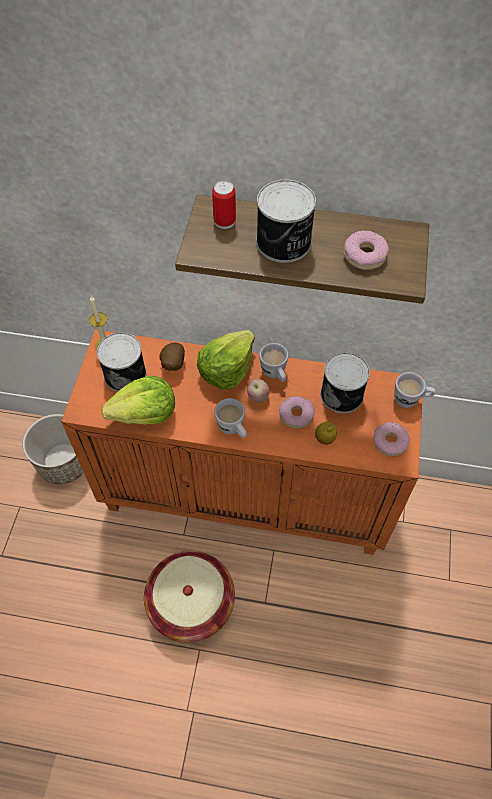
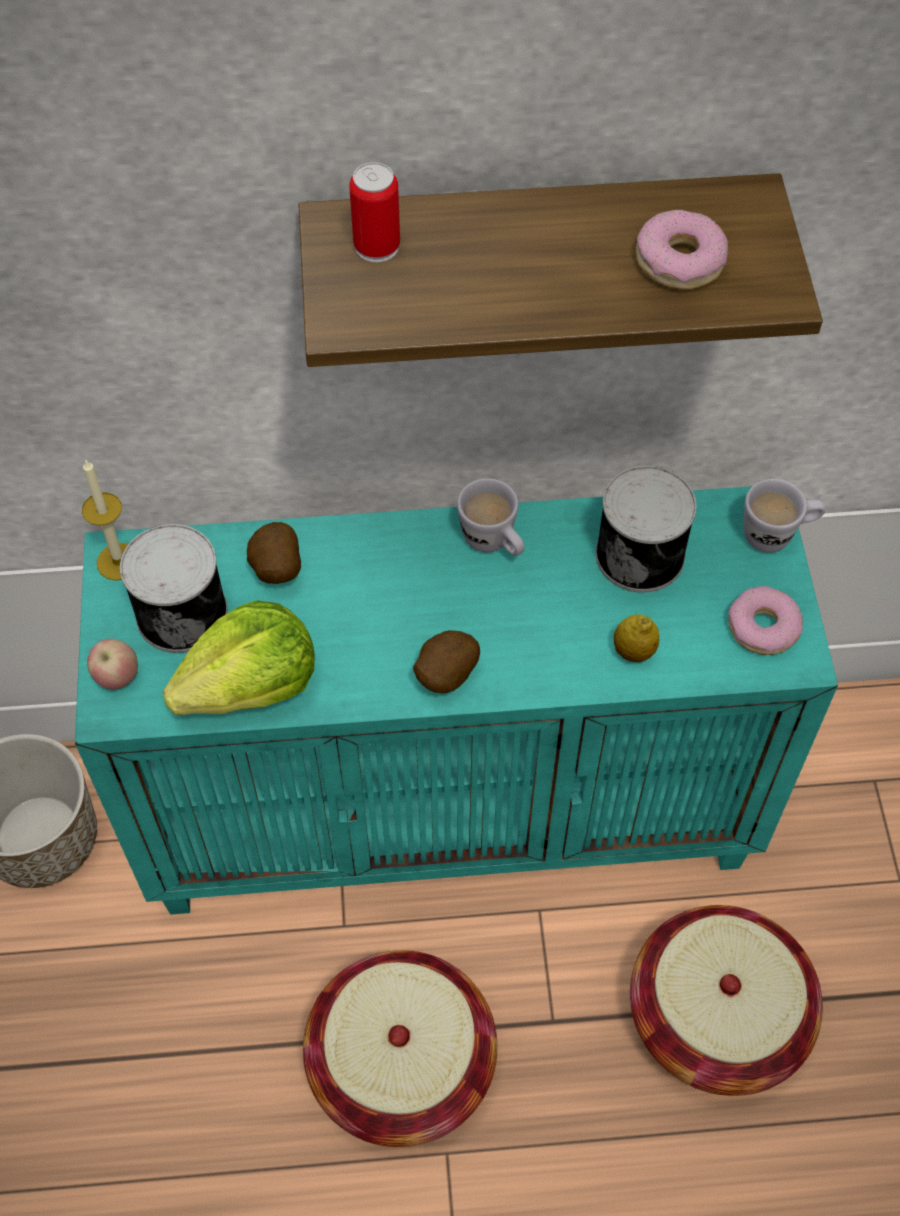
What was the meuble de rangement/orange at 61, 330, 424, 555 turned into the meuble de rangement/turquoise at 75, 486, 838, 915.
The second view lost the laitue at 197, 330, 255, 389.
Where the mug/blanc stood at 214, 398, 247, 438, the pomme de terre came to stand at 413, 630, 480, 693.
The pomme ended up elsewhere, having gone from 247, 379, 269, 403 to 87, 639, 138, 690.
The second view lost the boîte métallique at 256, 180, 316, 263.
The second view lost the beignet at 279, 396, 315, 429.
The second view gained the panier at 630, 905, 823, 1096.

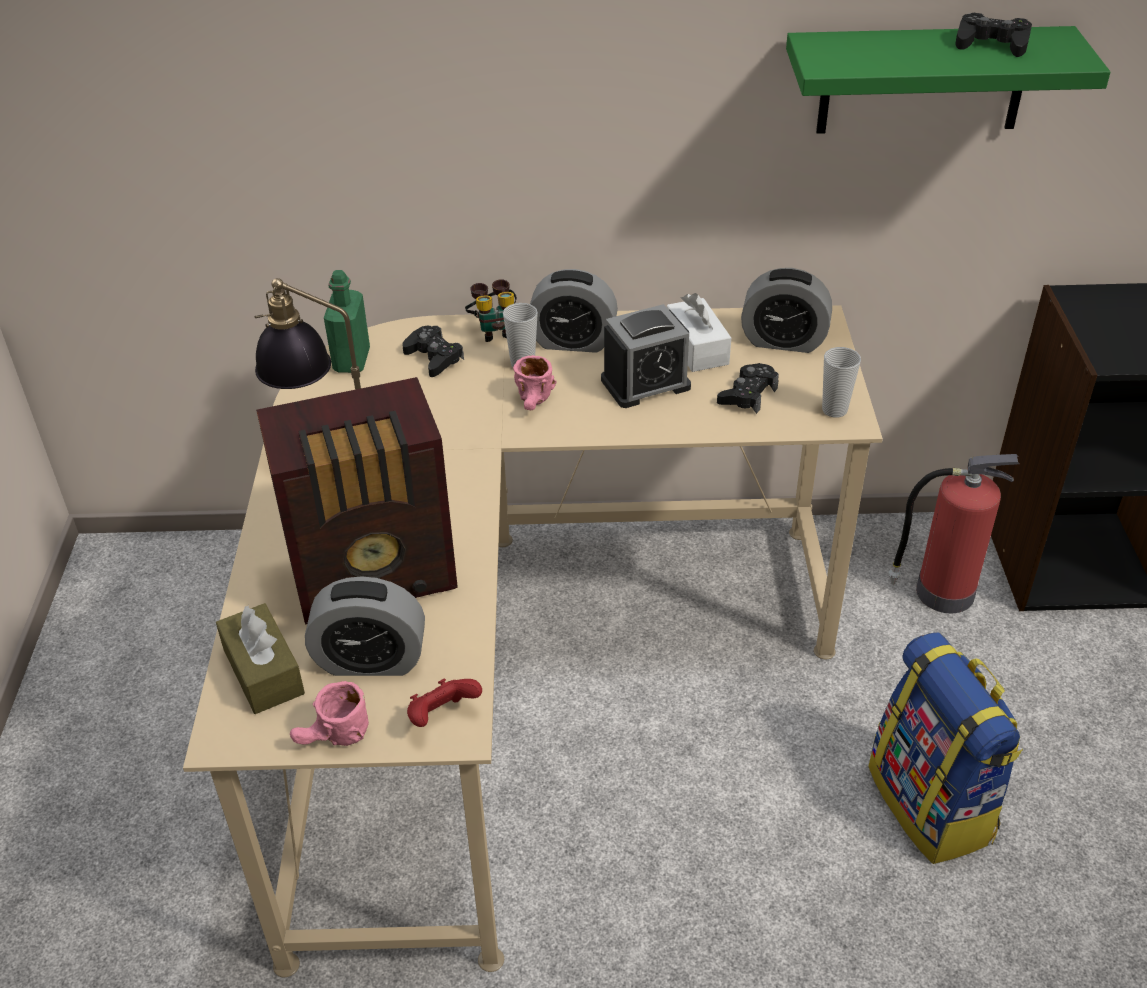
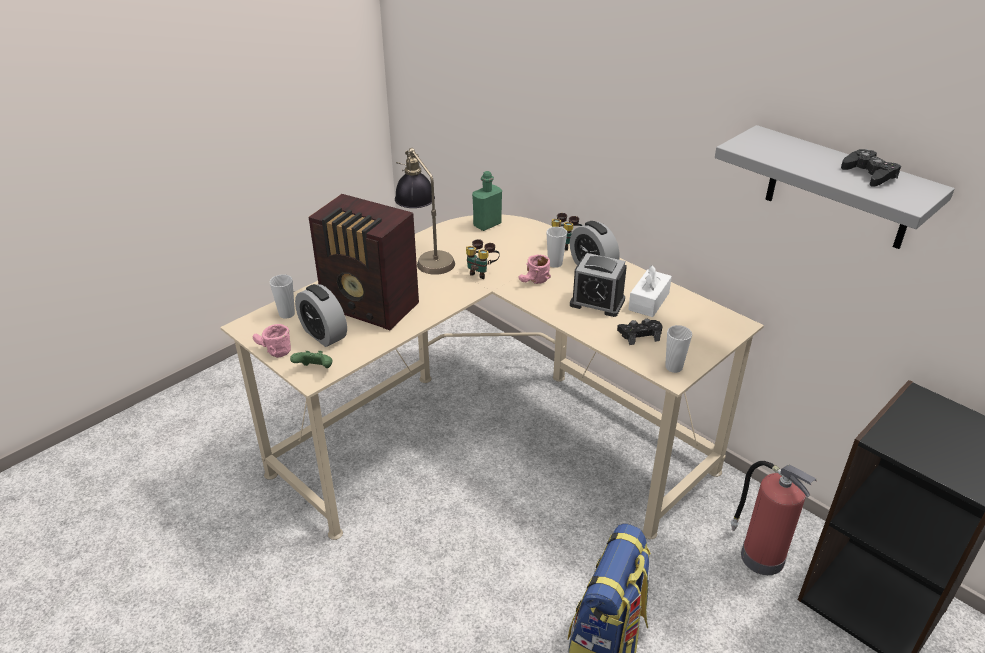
Where the boîte à mouchoirs/marron stood at 216, 603, 305, 714, the tasse came to stand at 269, 274, 295, 319.
The second view lost the manette/noir at 402, 326, 464, 377.
What was the manette/rouge at 407, 679, 482, 727 turned into the manette/vert at 290, 351, 333, 368.
The second view lost the réveil at 741, 268, 832, 353.
What was the étagère/vert at 786, 26, 1110, 134 turned into the étagère/gris at 715, 125, 955, 249.
The second view gained the jumelles at 466, 239, 500, 279.

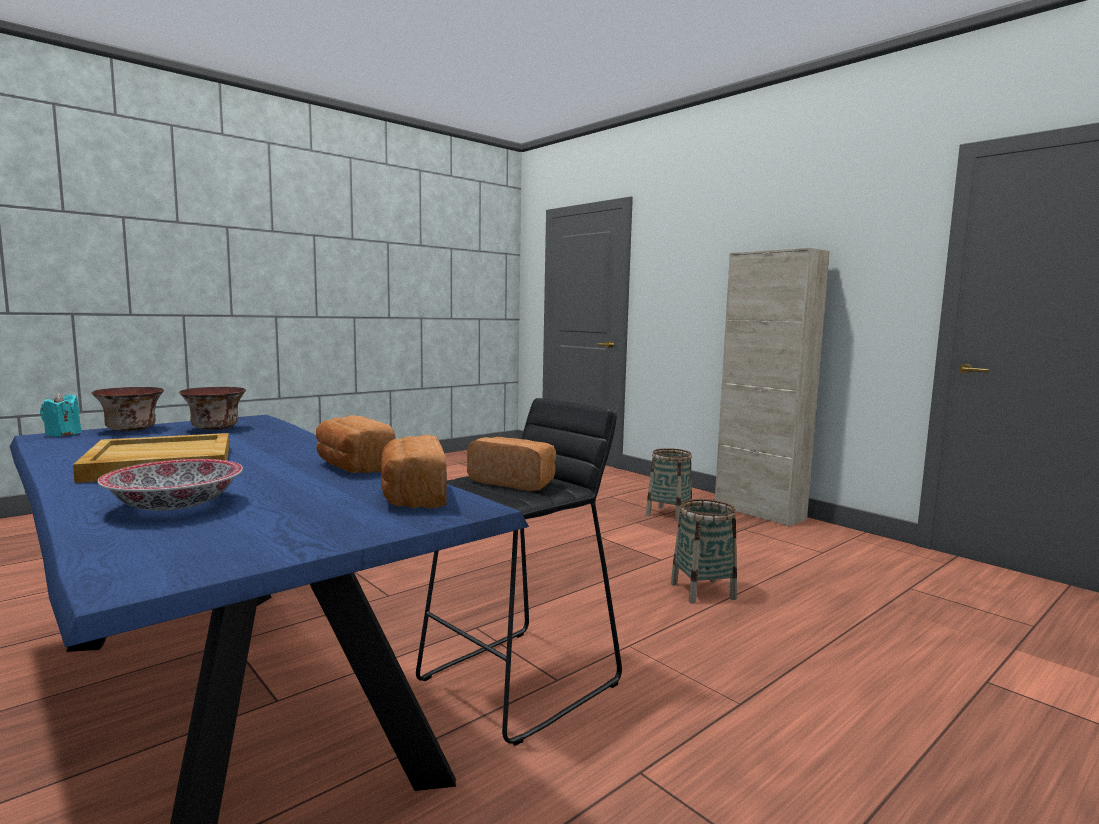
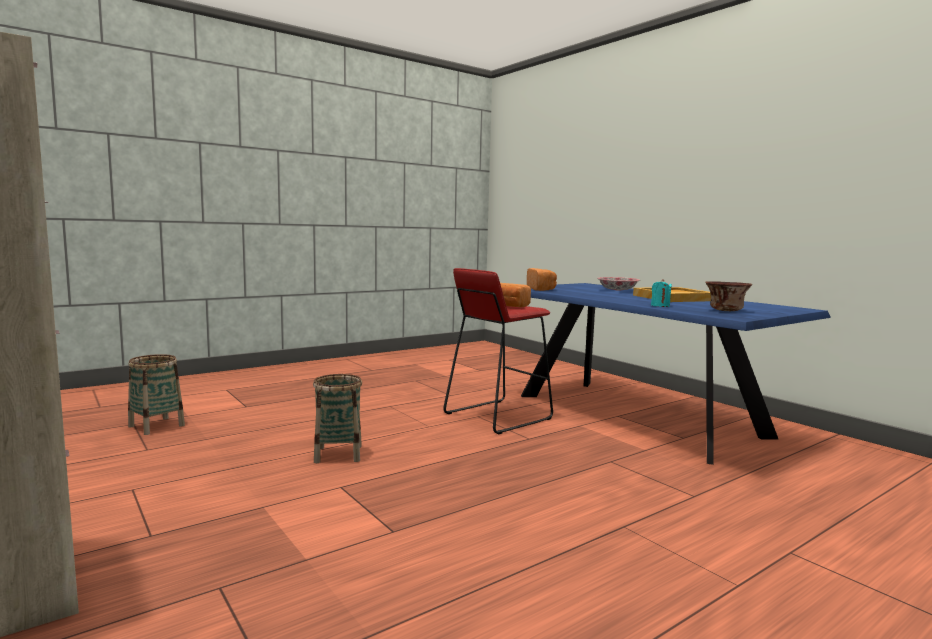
The bougie/turquoise ended up elsewhere, having gone from 40, 393, 82, 437 to 651, 279, 672, 307.
The second view lost the bol at 91, 387, 164, 431.
The second view lost the pain at 316, 415, 395, 474.
What was the tabouret/noir at 416, 398, 622, 746 turned into the tabouret/rouge at 443, 268, 553, 435.
The panier ended up elsewhere, having gone from 646, 448, 692, 522 to 128, 354, 185, 435.

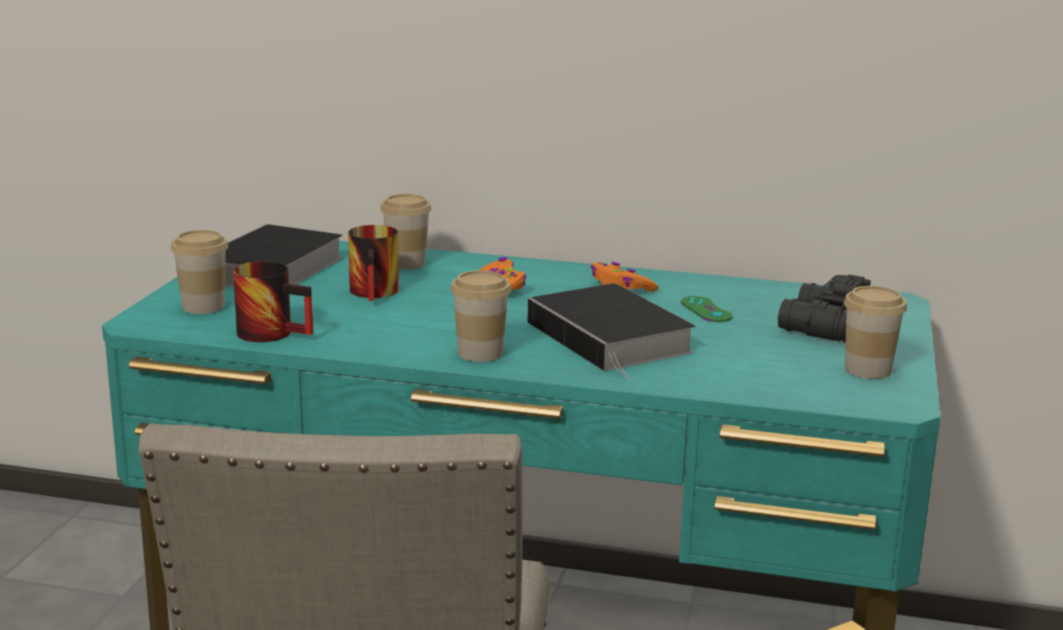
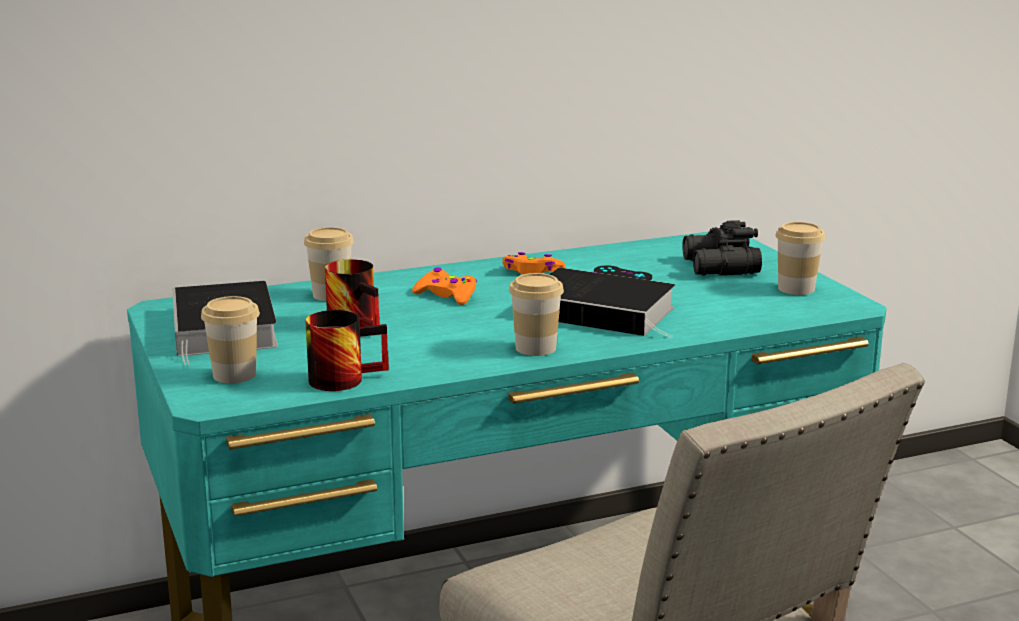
What was the manette/vert at 681, 296, 732, 322 turned into the manette/noir at 594, 266, 652, 280.

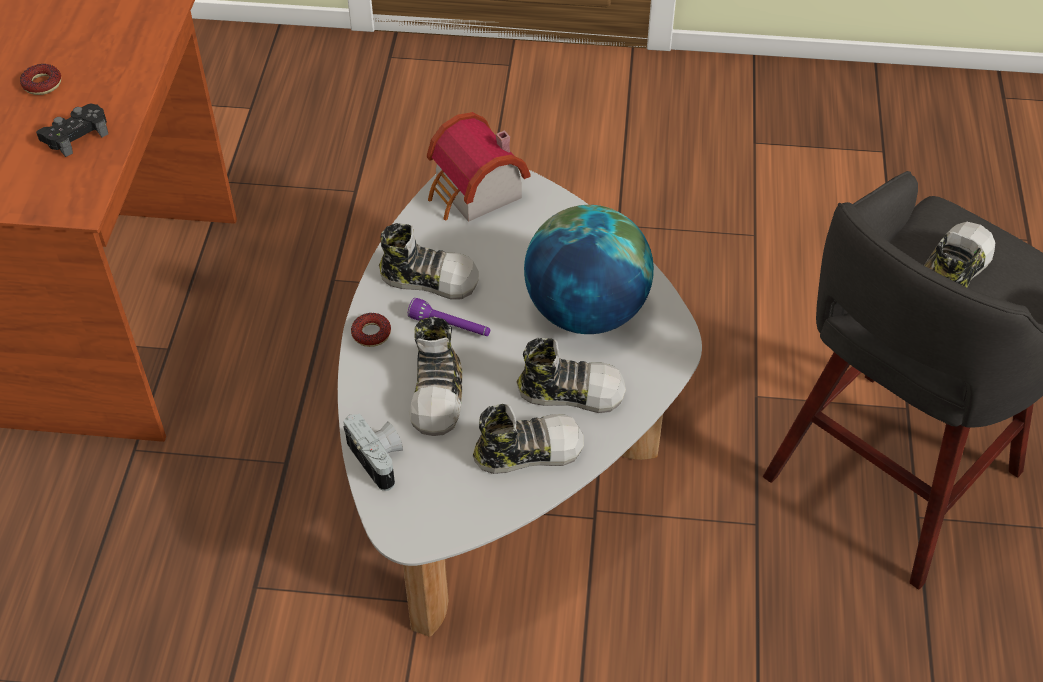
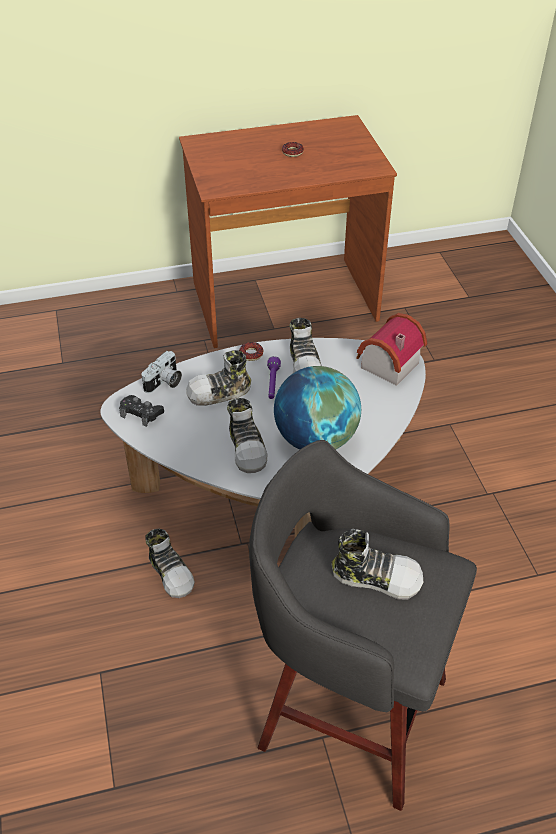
The manette/noir ended up elsewhere, having gone from 36, 104, 108, 157 to 119, 395, 164, 427.
The chaussure ended up elsewhere, having gone from 472, 404, 584, 474 to 146, 528, 195, 598.

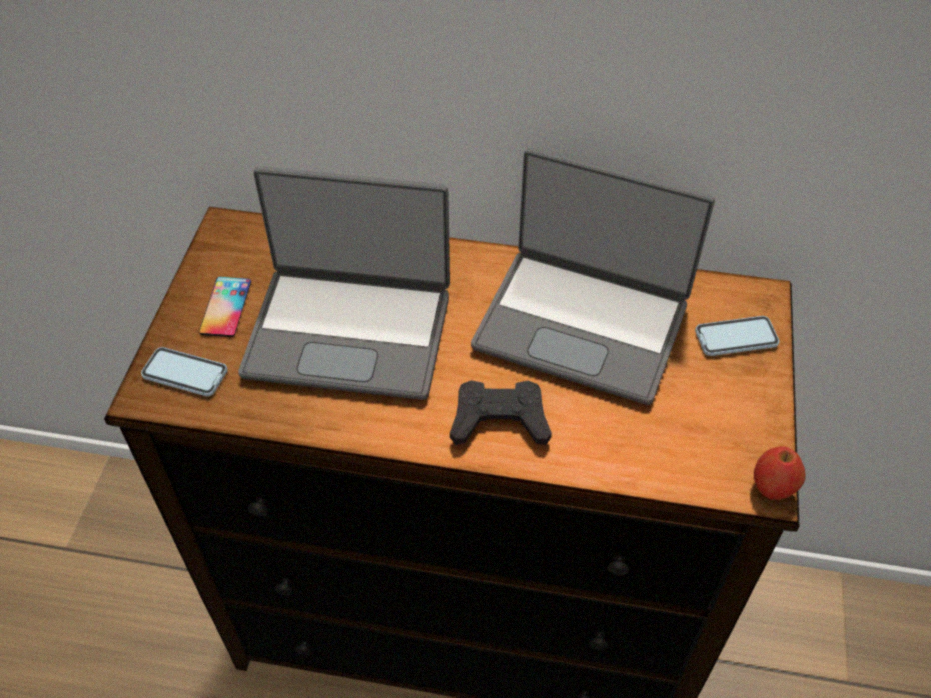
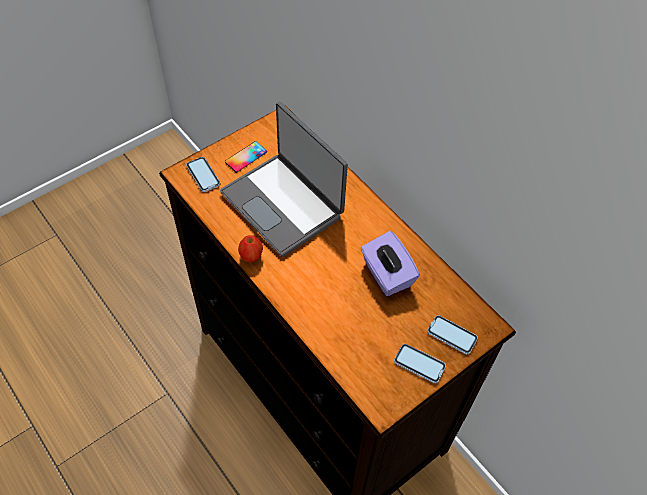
The second view lost the manette/noir at 450, 380, 552, 445.
Where the ordinateur portable stood at 471, 148, 715, 405, the boîte à mouchoirs/violet came to stand at 361, 231, 420, 296.
The pomme ended up elsewhere, having gone from 754, 446, 806, 500 to 238, 235, 263, 263.
The second view gained the téléphone at 394, 344, 446, 383.

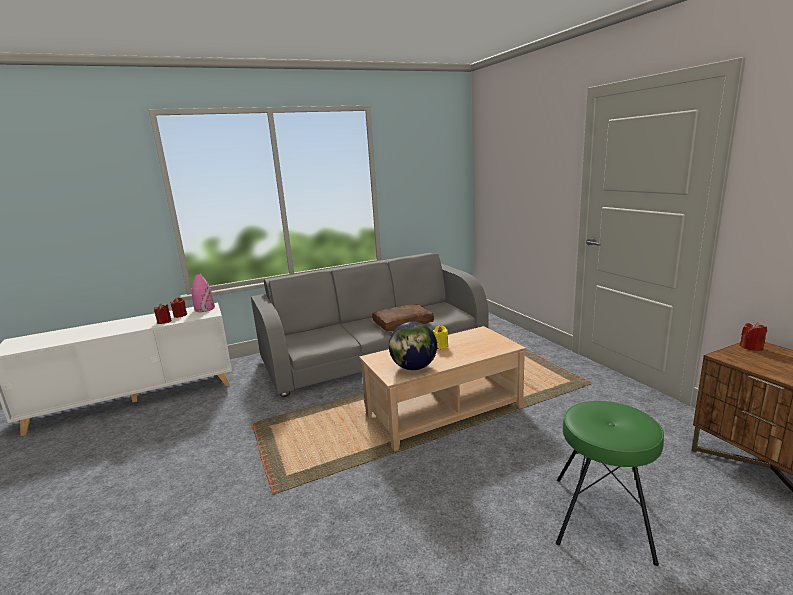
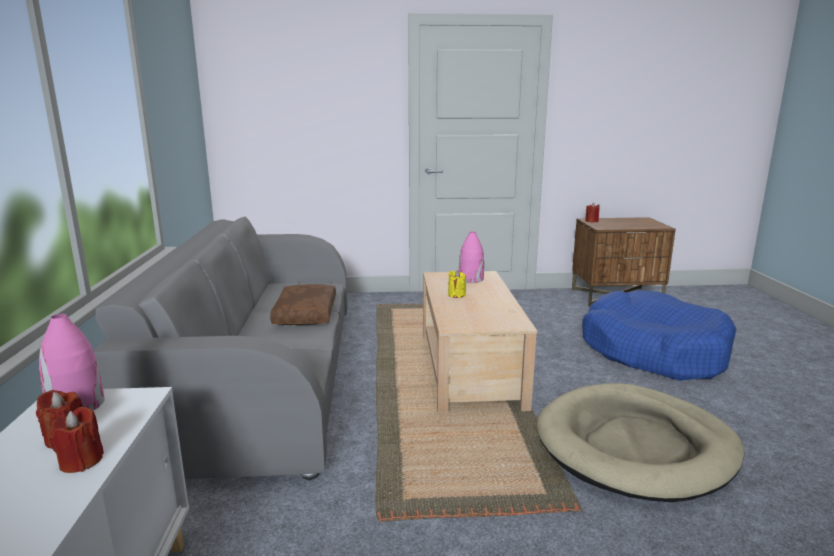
The second view lost the globe at 389, 322, 437, 370.
Where the tabouret/vert stood at 556, 401, 664, 566, the panier pour chien/bleu came to stand at 582, 290, 737, 381.
The second view gained the vase/rose at 459, 232, 484, 283.
The second view gained the panier pour chien/beige at 536, 383, 744, 502.

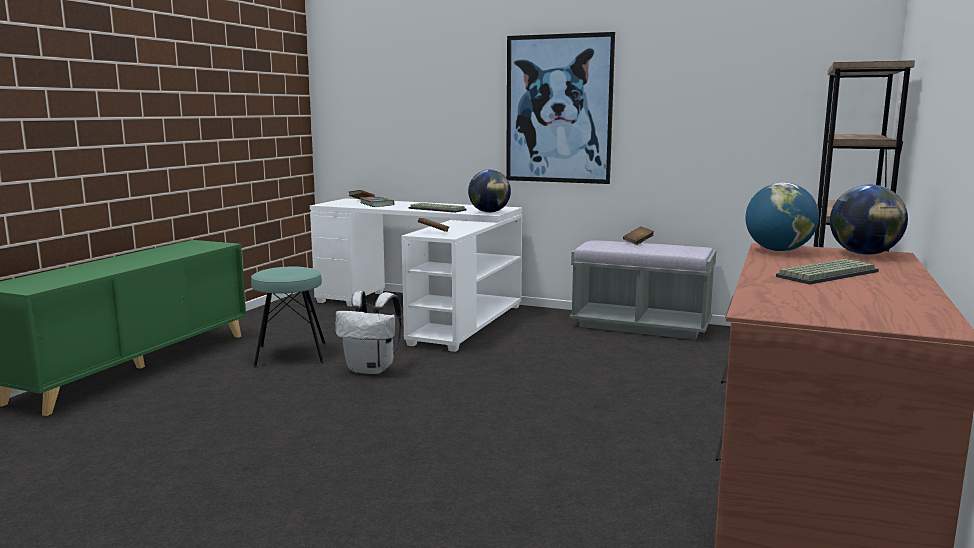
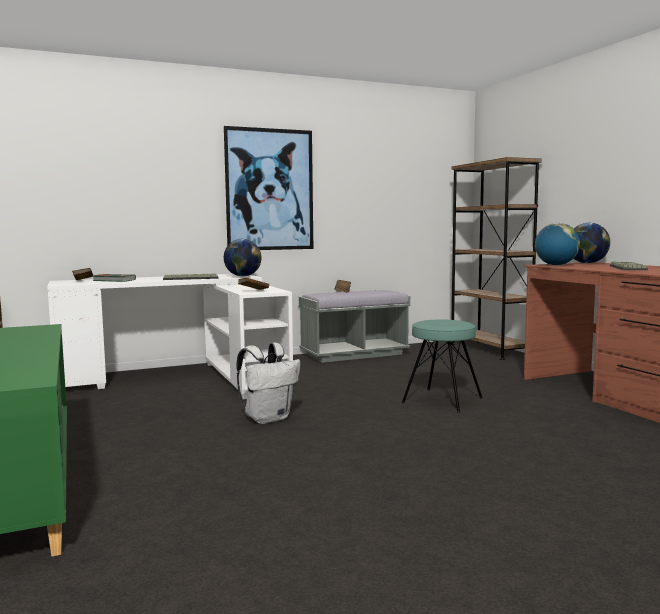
The tabouret/turquoise ended up elsewhere, having gone from 251, 267, 325, 367 to 402, 320, 483, 413.

